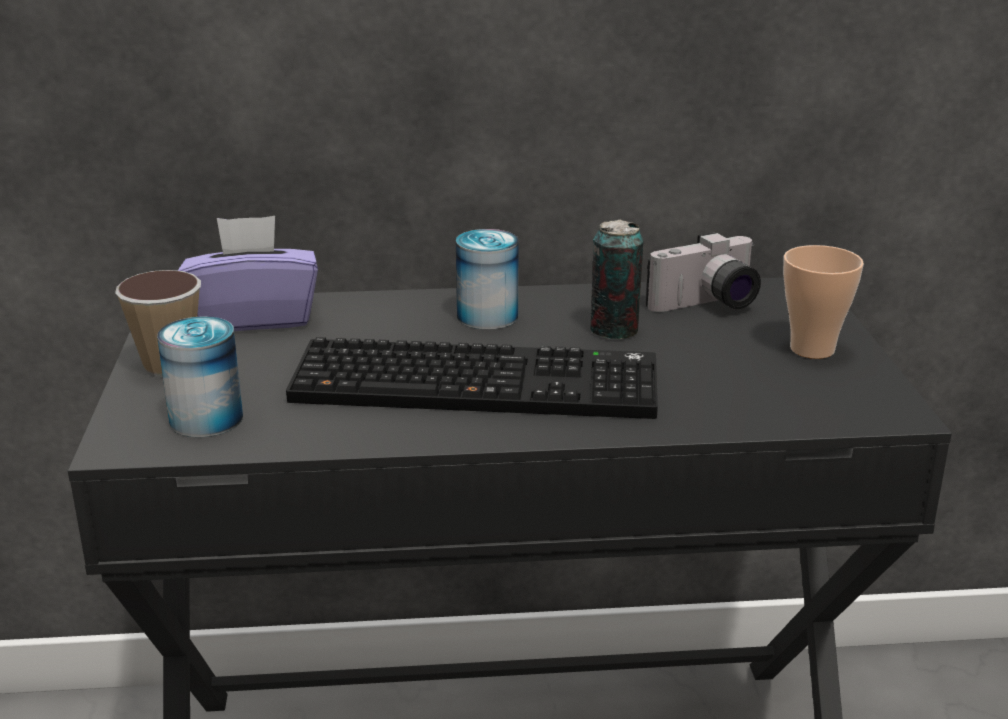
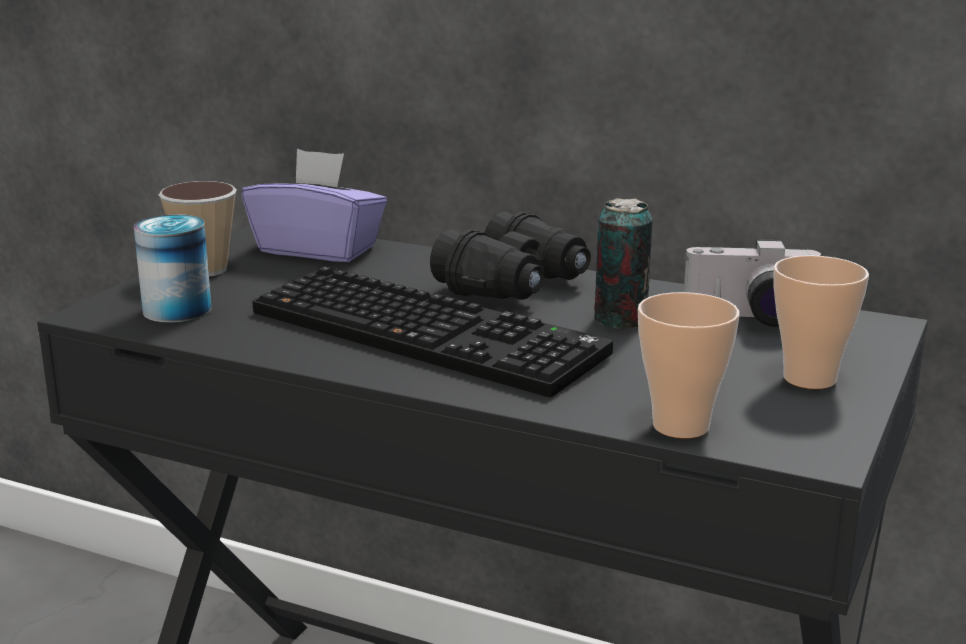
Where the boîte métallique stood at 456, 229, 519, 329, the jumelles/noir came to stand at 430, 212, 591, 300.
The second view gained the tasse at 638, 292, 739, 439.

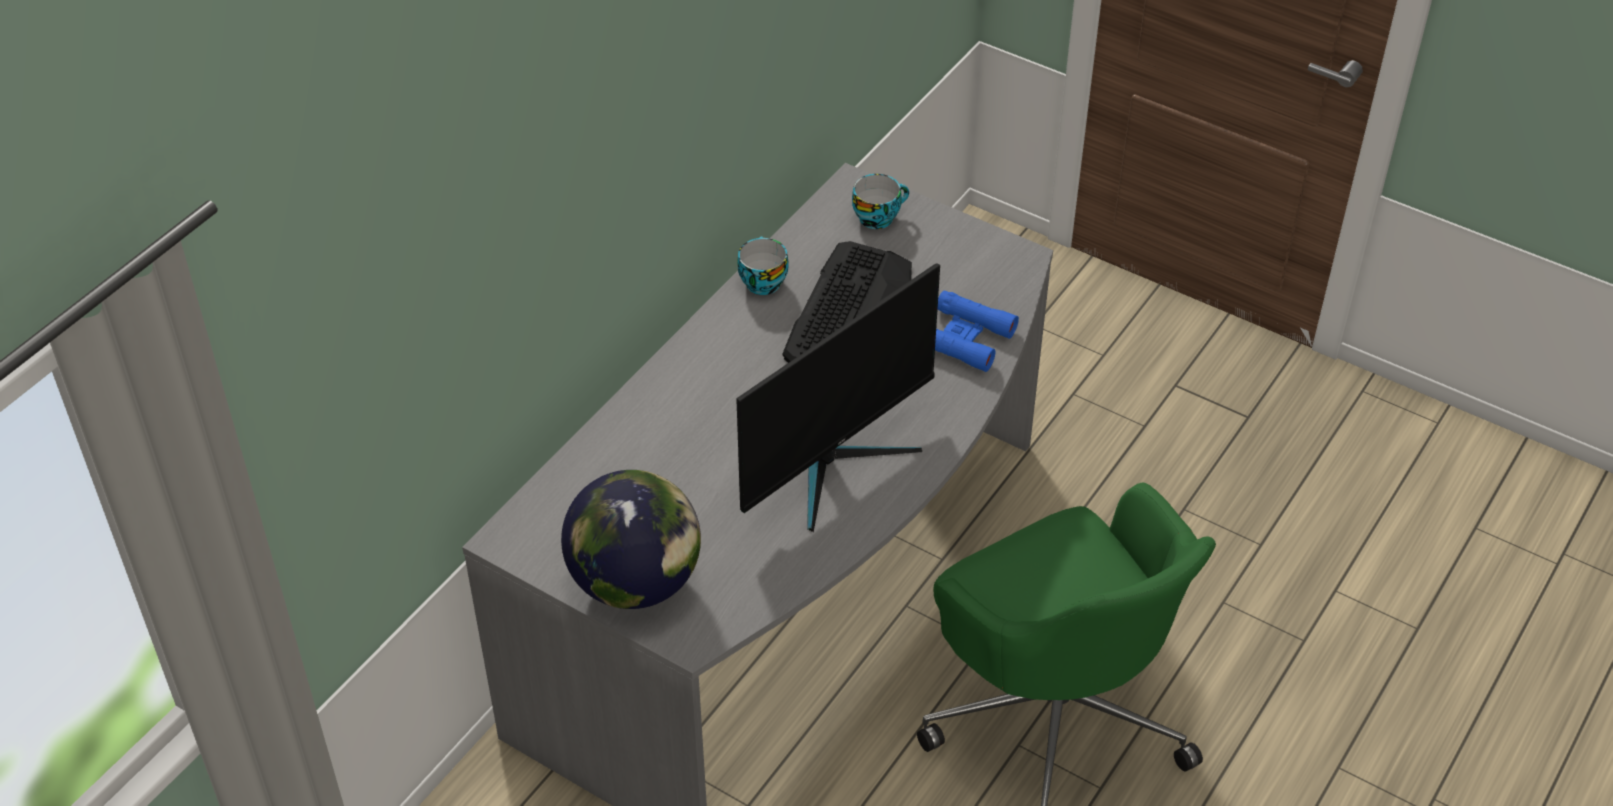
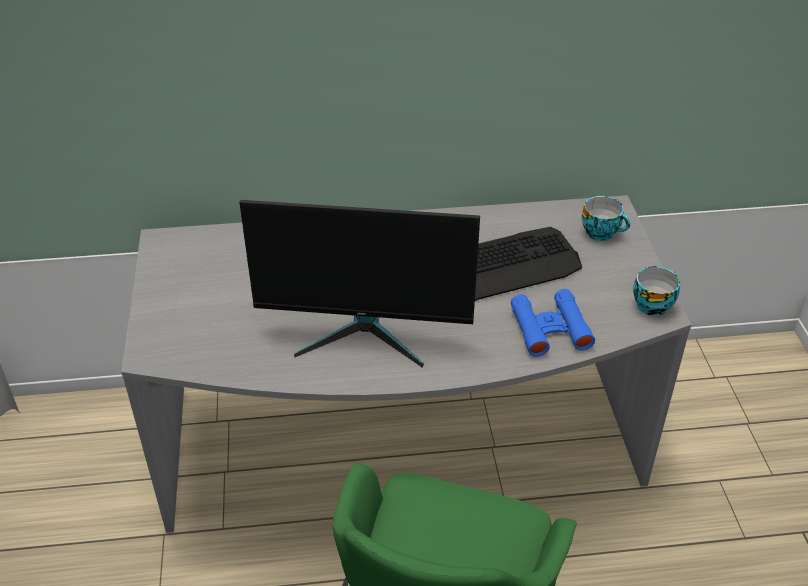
The second view lost the globe at 561, 470, 701, 609.
The tasse ended up elsewhere, having gone from 737, 237, 789, 295 to 633, 266, 680, 316.

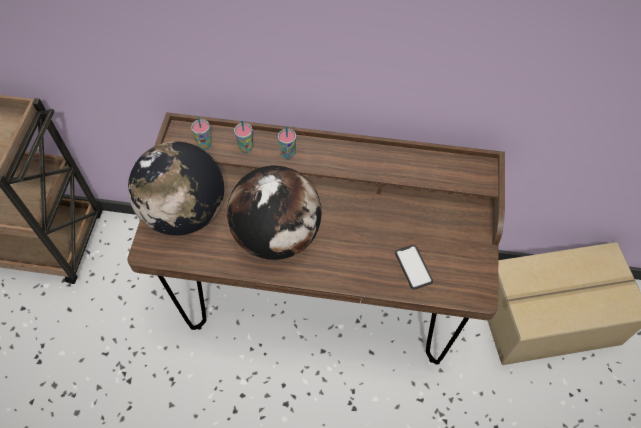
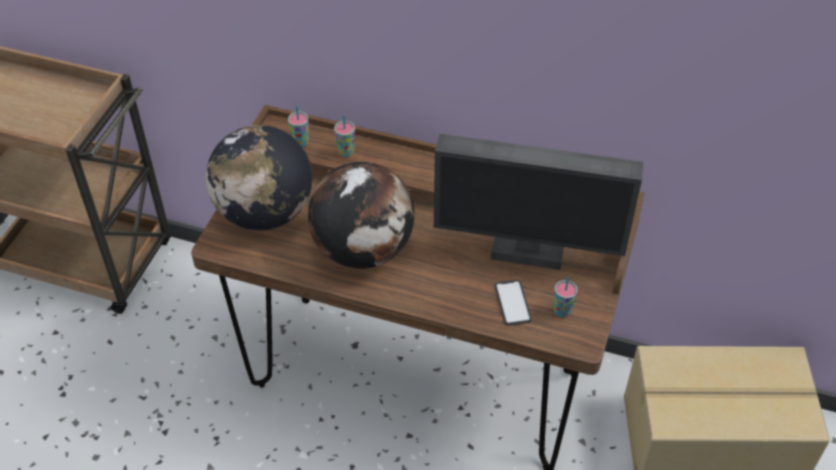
The tasse ended up elsewhere, having gone from 278, 126, 296, 159 to 553, 277, 578, 317.
The second view gained the écran d'ordinateur at 434, 134, 644, 270.

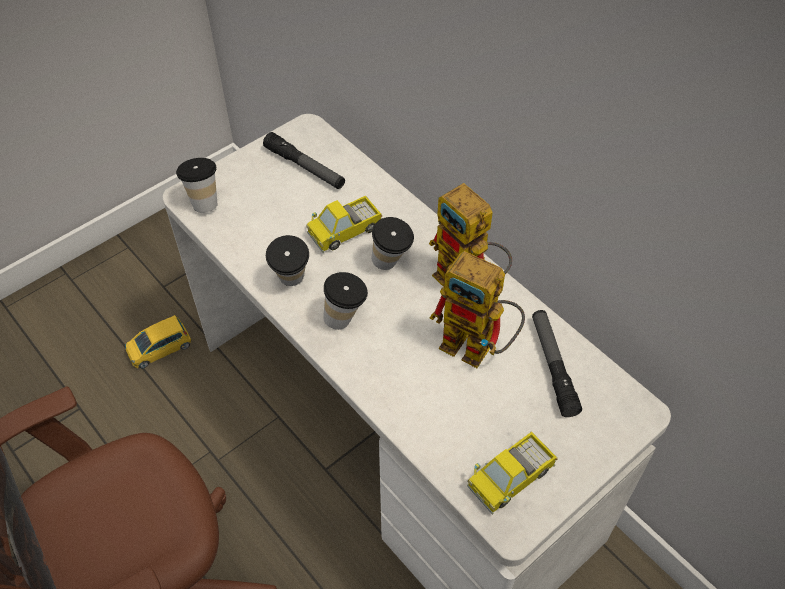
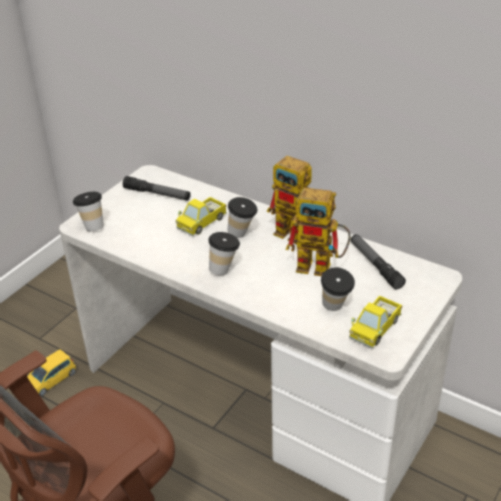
The tasse ended up elsewhere, having gone from 266, 235, 309, 286 to 321, 268, 355, 311.

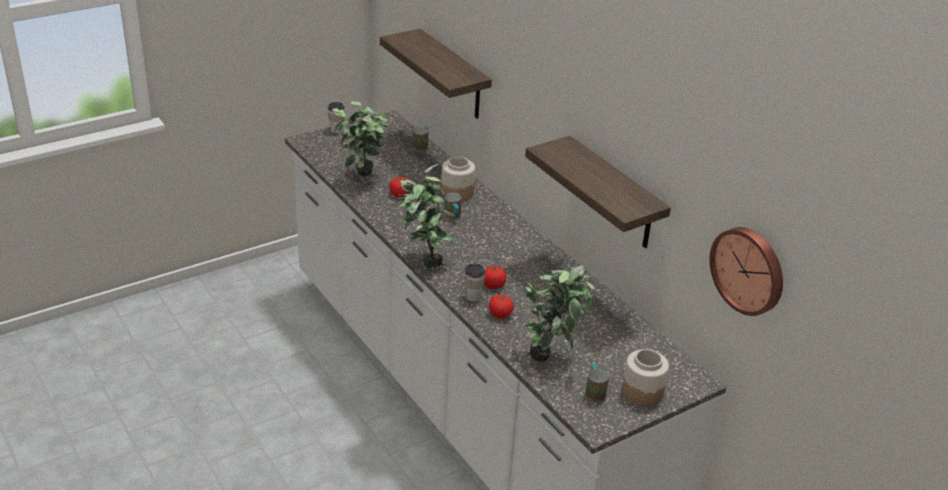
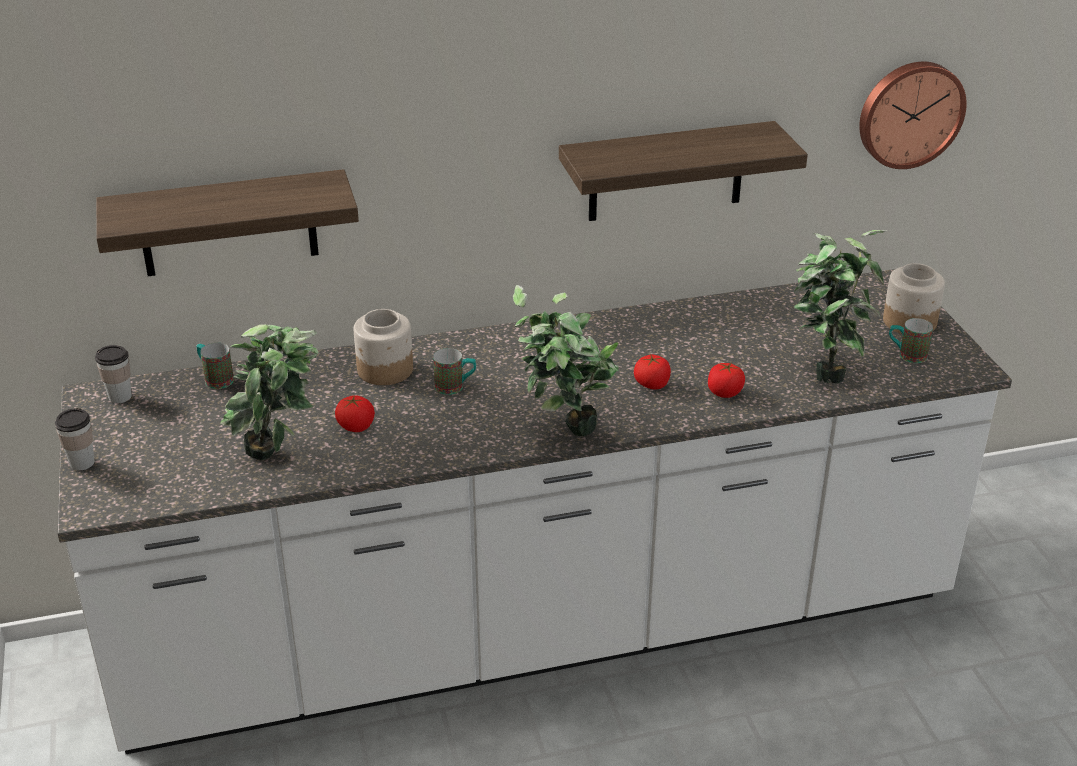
The tasse ended up elsewhere, having gone from 465, 263, 485, 302 to 95, 345, 132, 403.

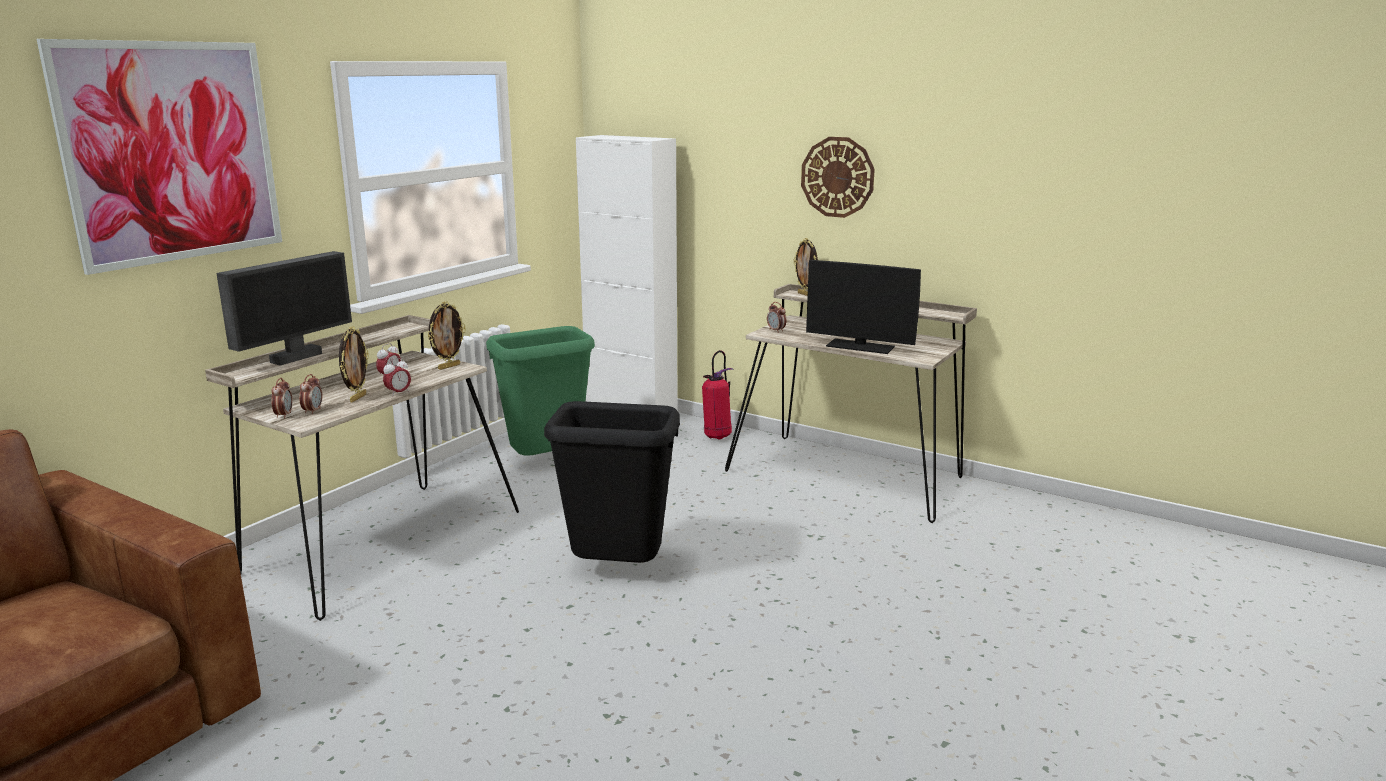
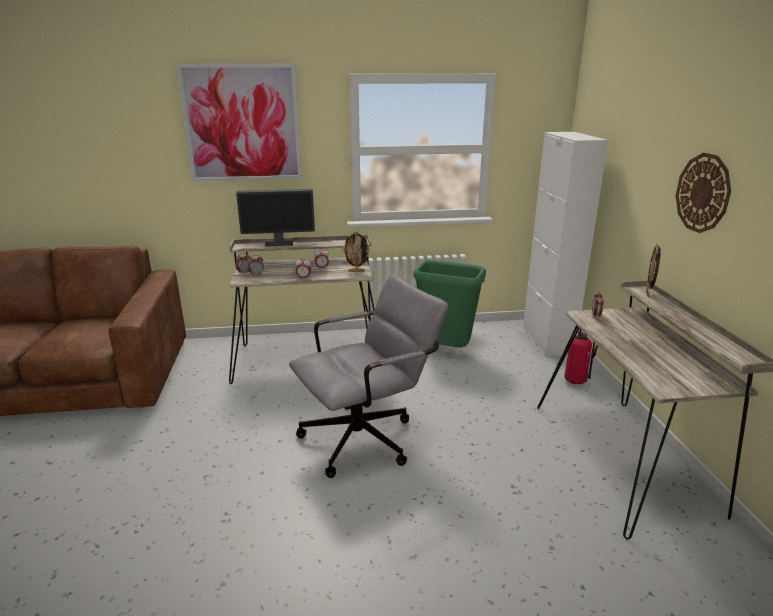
The second view lost the cadre photo at 339, 326, 369, 403.
Where the poubelle/noir stood at 544, 401, 680, 563, the chaise de bureau/gris came to stand at 289, 274, 448, 478.
The second view lost the écran d'ordinateur at 806, 260, 921, 354.

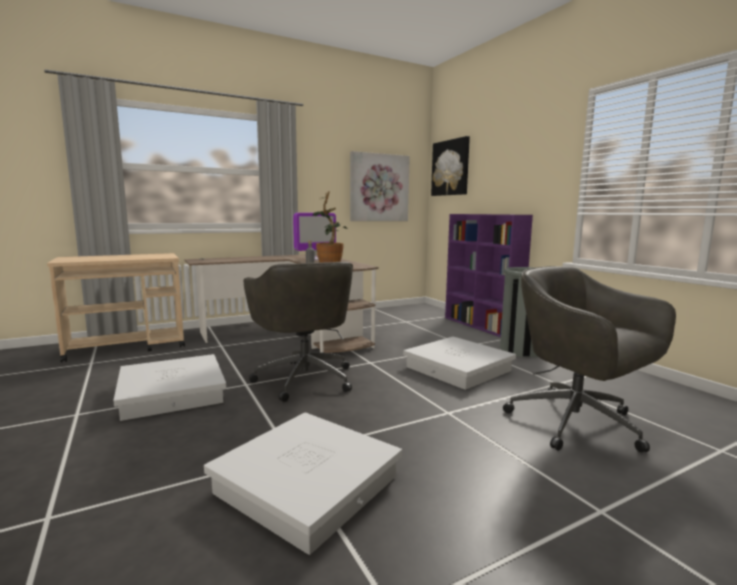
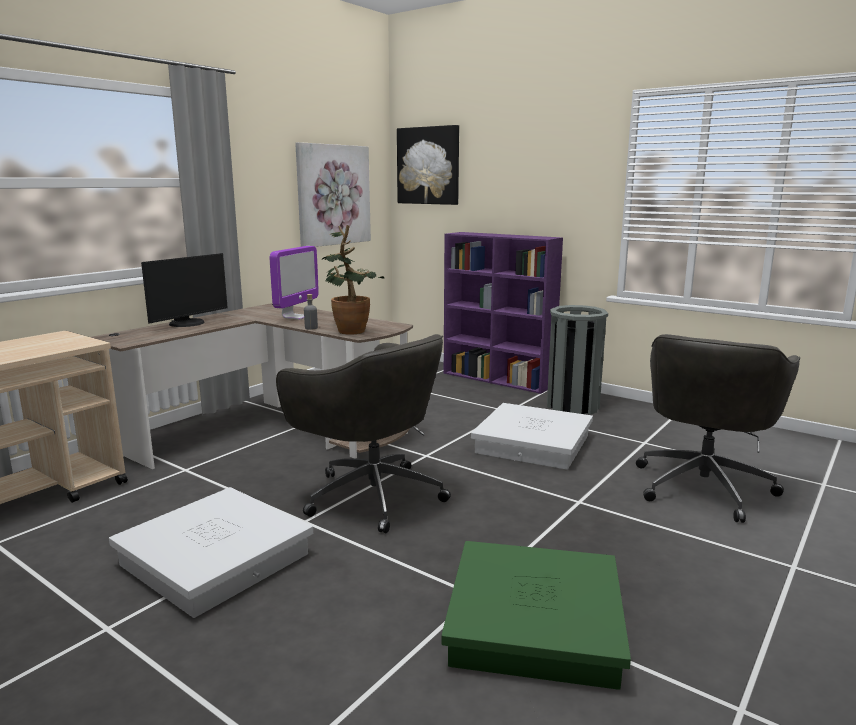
What was the boîte de rangement/blanc at 204, 412, 402, 555 turned into the boîte de rangement/vert at 441, 541, 631, 690.
The chaise de bureau/gris at 503, 266, 676, 452 ended up facing another way, 90 degrees counterclockwise from before.
The second view gained the écran d'ordinateur at 141, 253, 228, 327.

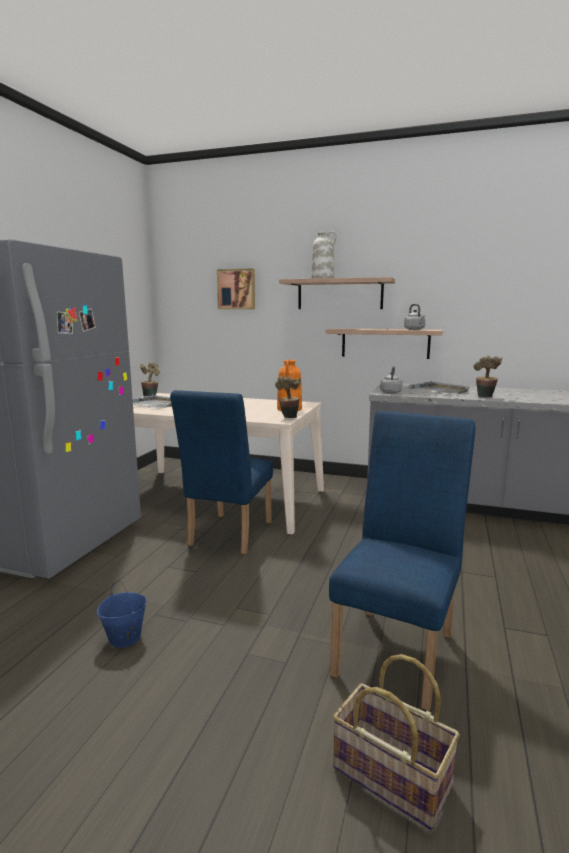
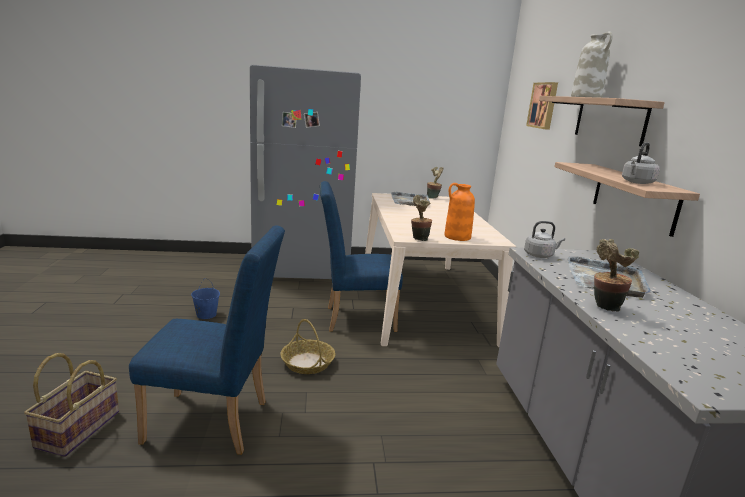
The second view gained the panier at 281, 319, 335, 374.

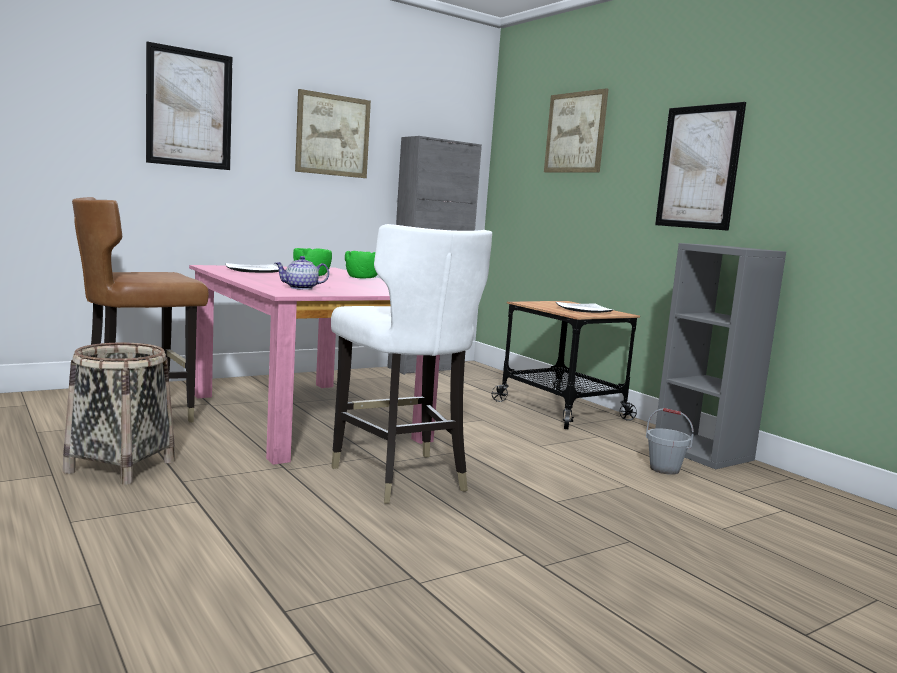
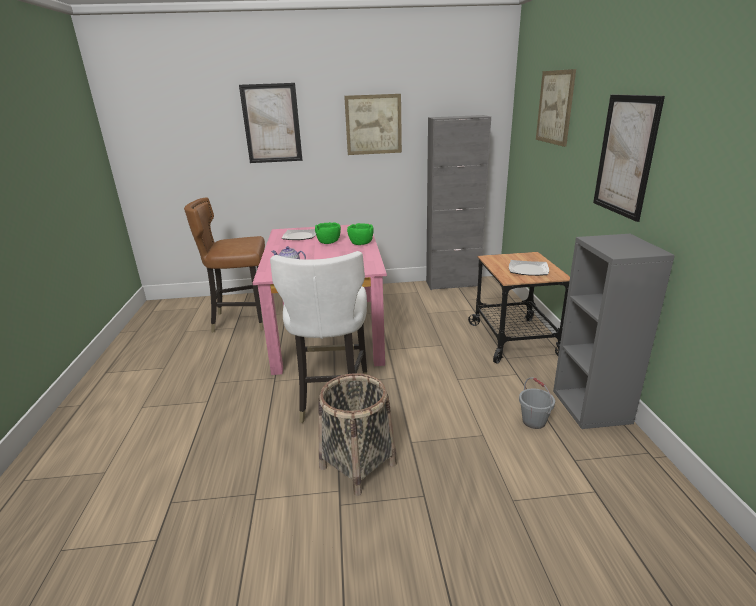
The panier ended up elsewhere, having gone from 63, 343, 175, 484 to 319, 373, 397, 496.

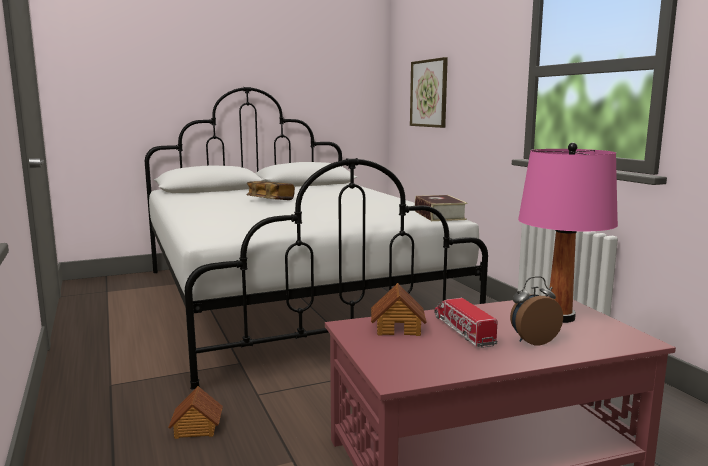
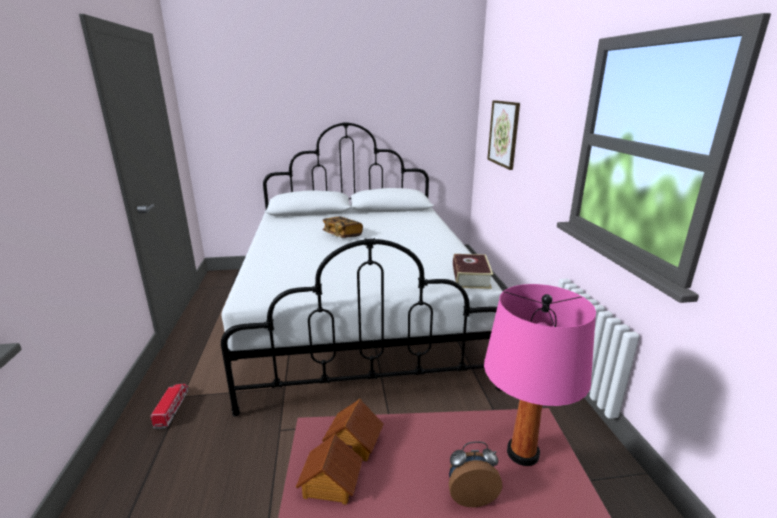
The maison miniature ended up elsewhere, having gone from 168, 386, 223, 439 to 296, 434, 363, 505.
The camion jouet ended up elsewhere, having gone from 434, 297, 498, 348 to 151, 384, 189, 429.

